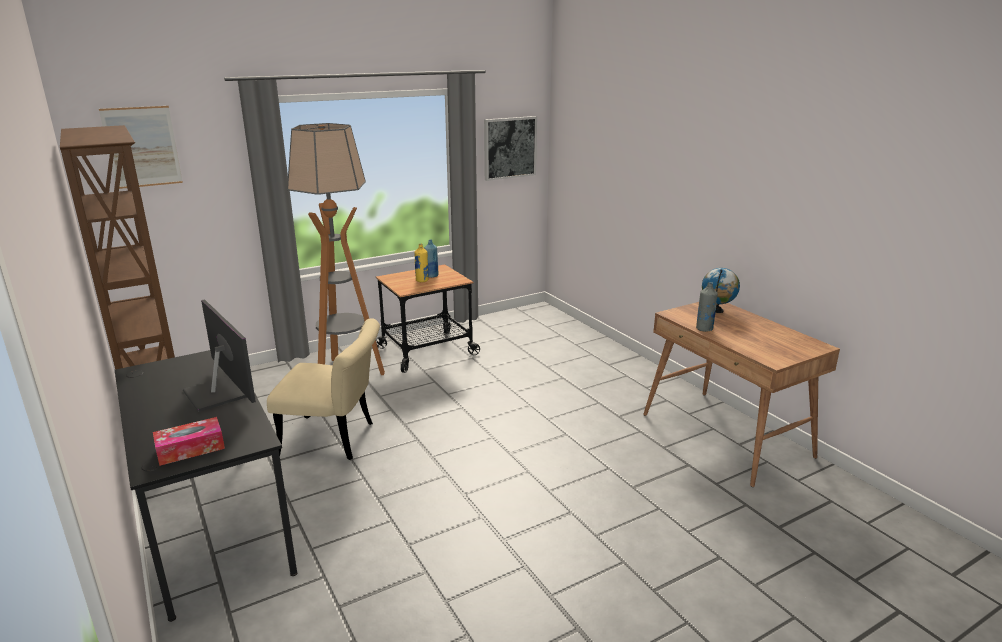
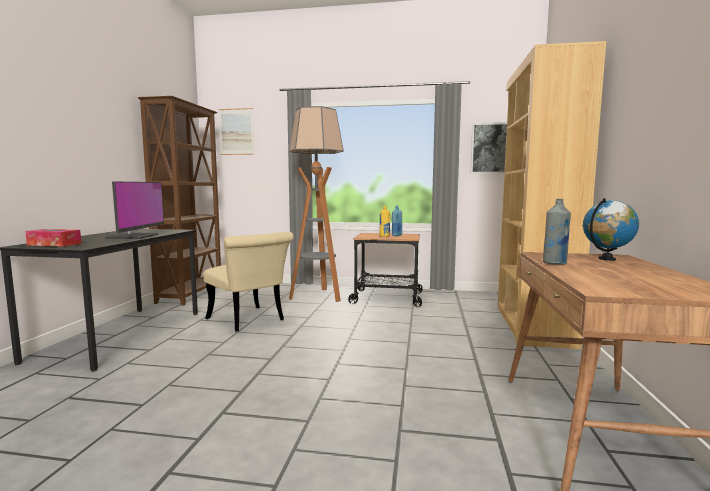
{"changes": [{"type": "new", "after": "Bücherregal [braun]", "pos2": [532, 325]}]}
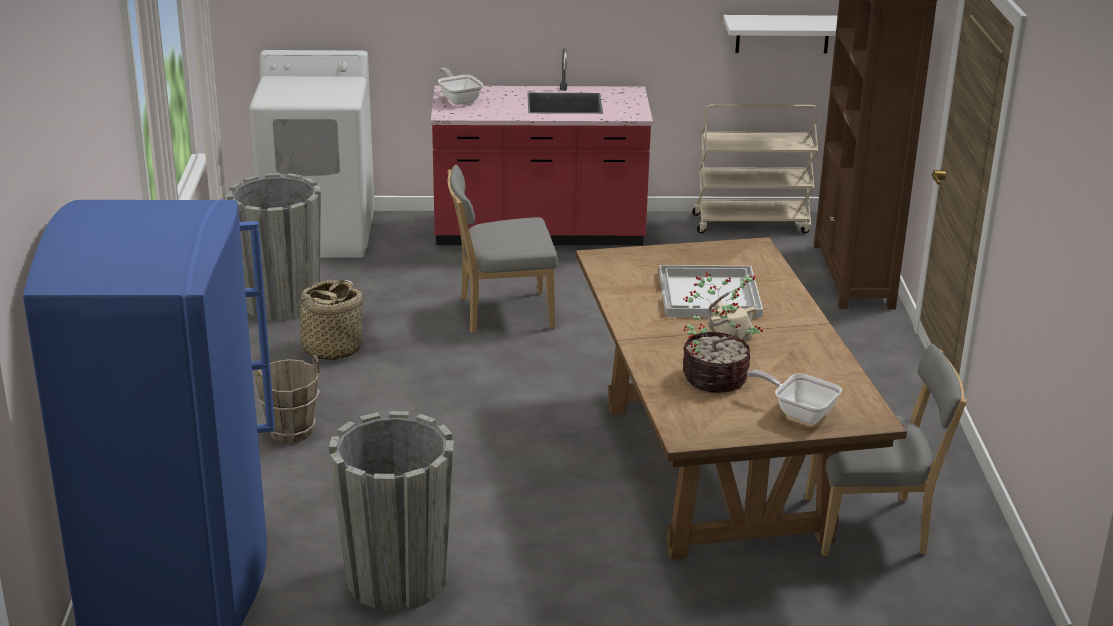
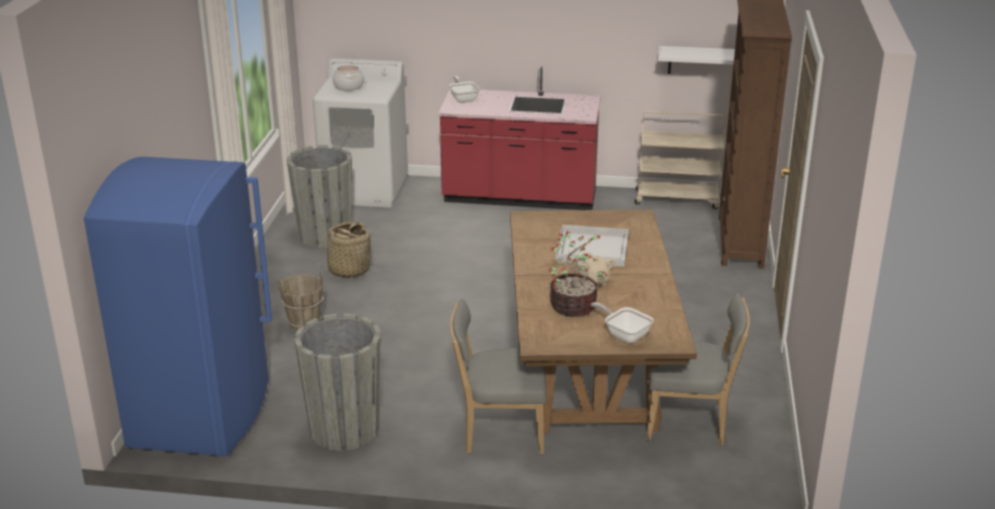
{"changes": [{"type": "new", "after": "Kochtopf", "pos2": [349, 86]}, {"type": "shifted", "before": "Stuhl [grau]", "pos1": [501, 313], "pos2": [499, 432]}]}
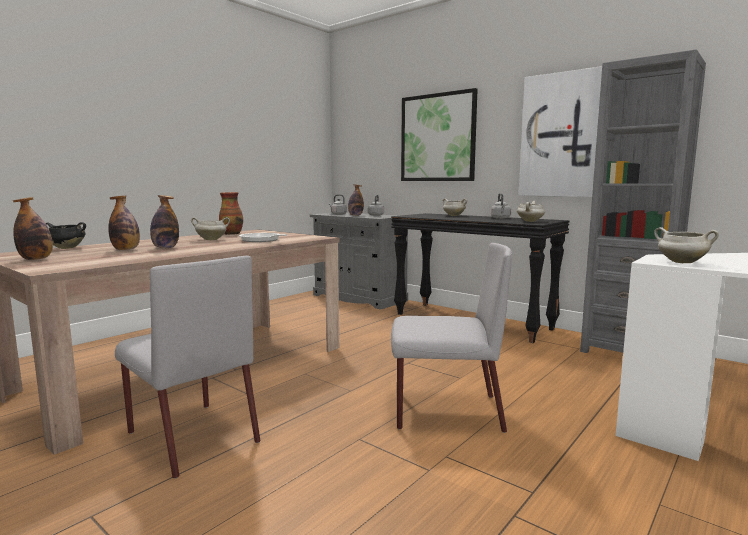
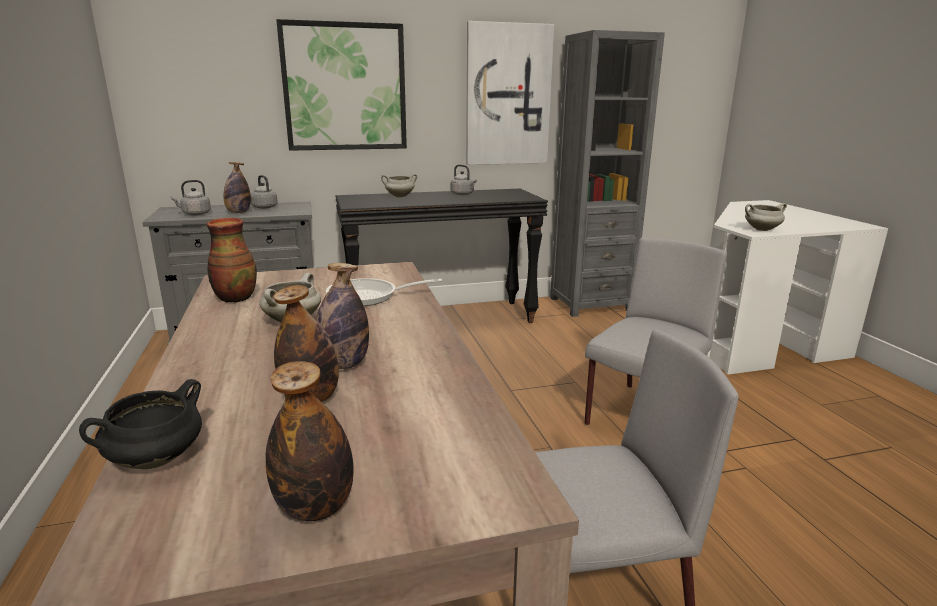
{"changes": [{"type": "gone", "before": "Kochtopf [weiß]", "pos1": [530, 221]}]}
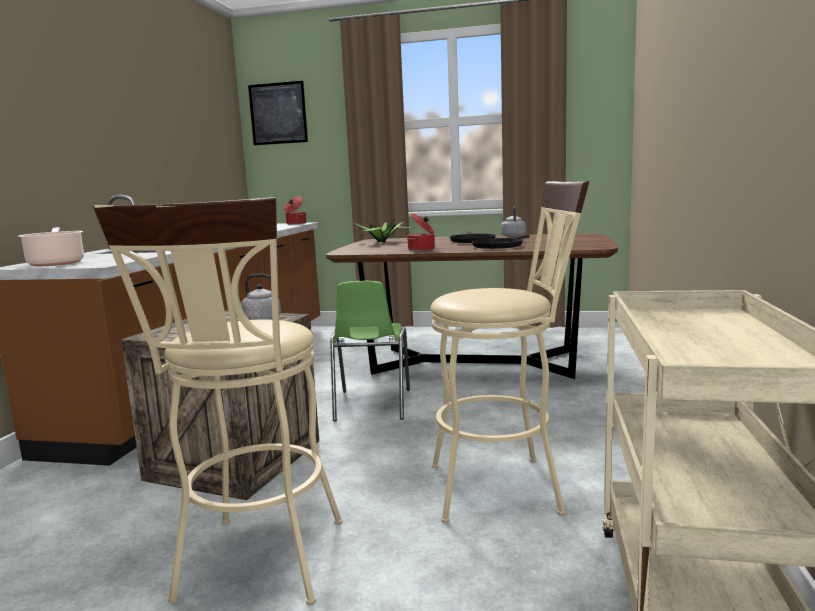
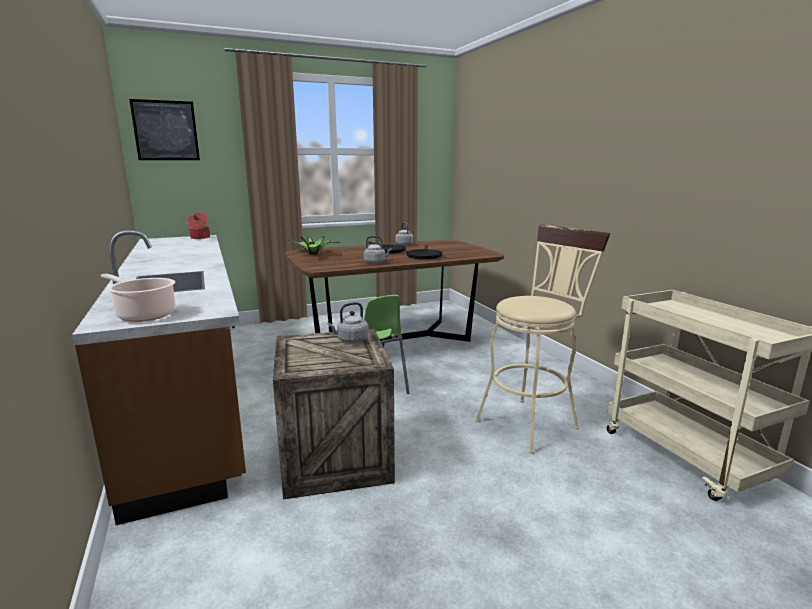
{"changes": [{"type": "swapped", "before": "Kochtopf", "after": "Wasserkessel [grau]", "pos1": [422, 249], "pos2": [376, 262]}, {"type": "gone", "before": "Hocker [beige]", "pos1": [259, 568]}]}
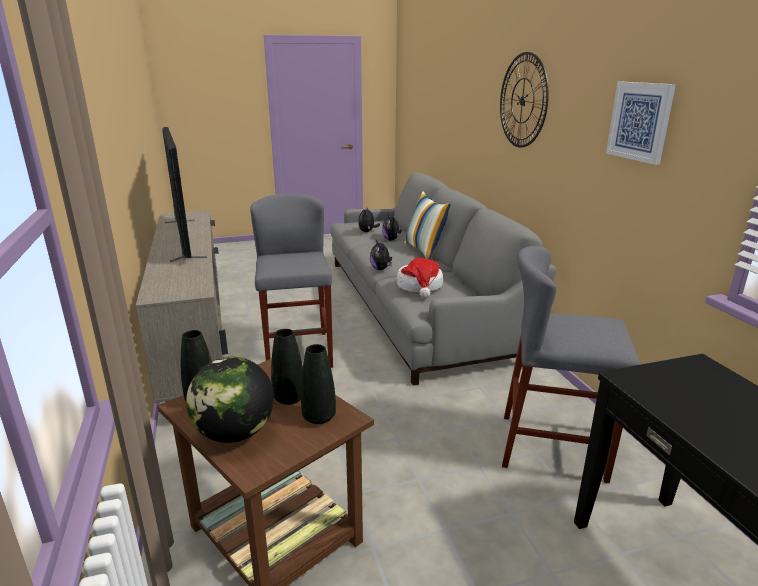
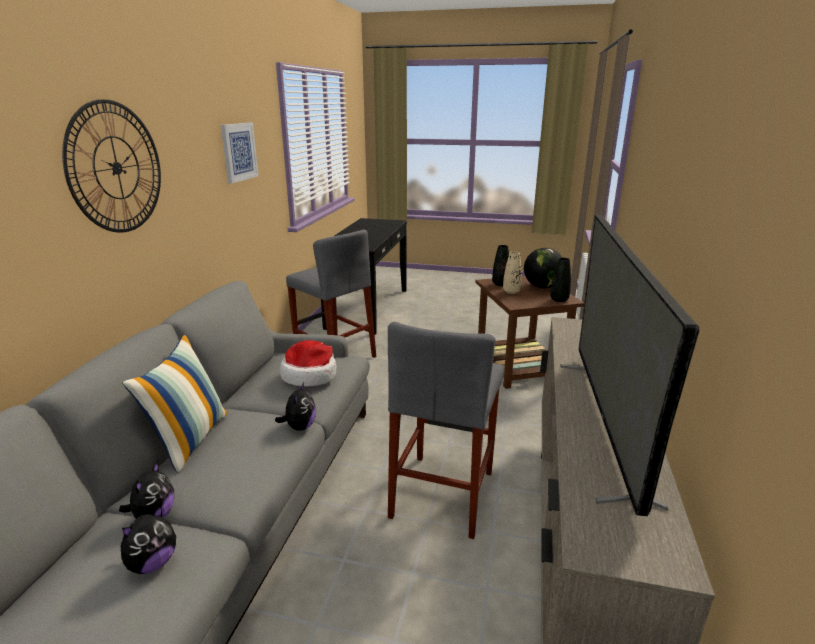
{"changes": [{"type": "repainted", "before": "Vase [schwarz]", "after": "Vase [beige]", "pos1": [289, 398], "pos2": [511, 292]}]}
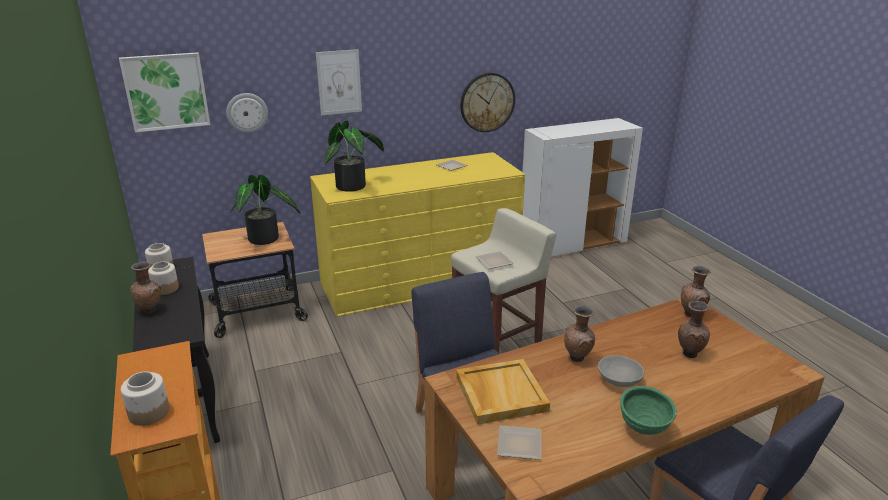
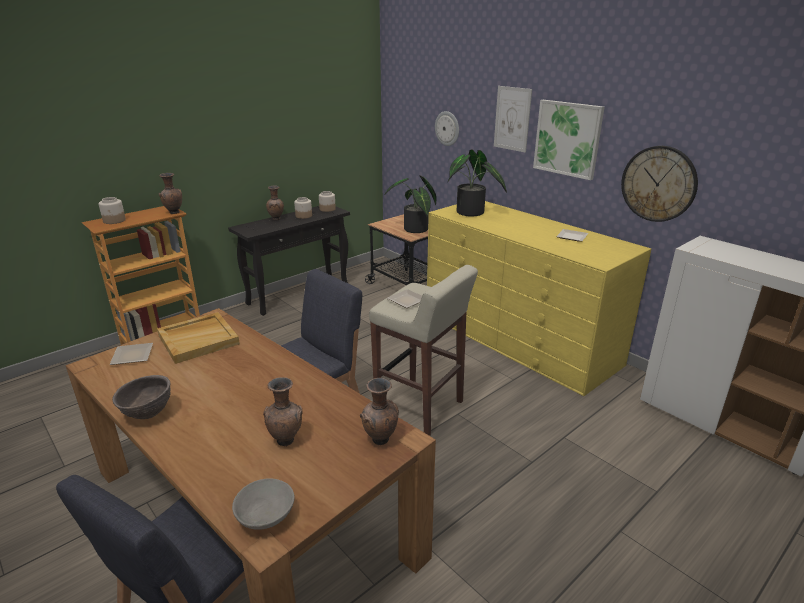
{"changes": [{"type": "repainted", "before": "Schüssel [grün]", "after": "Schüssel [braun]", "pos1": [643, 429], "pos2": [148, 414]}, {"type": "shifted", "before": "Vase [braun]", "pos1": [578, 359], "pos2": [174, 213]}, {"type": "shifted", "before": "Schüssel [grau]", "pos1": [619, 381], "pos2": [265, 516]}, {"type": "shifted", "before": "Bild", "pos1": [166, 92], "pos2": [567, 139]}]}
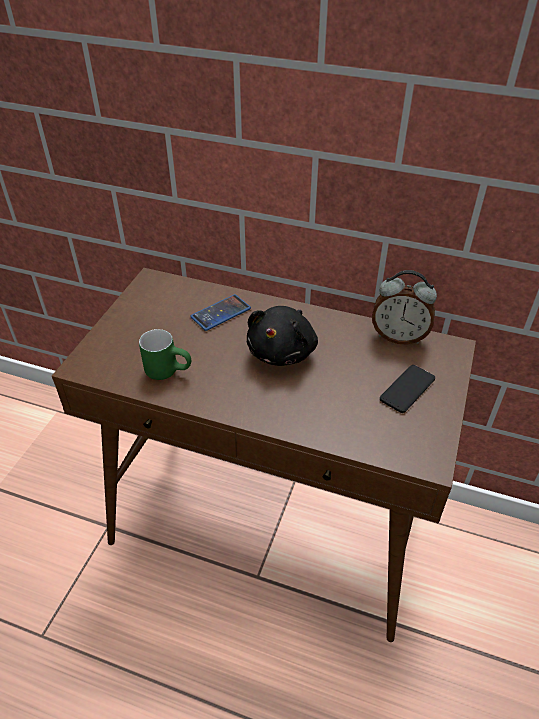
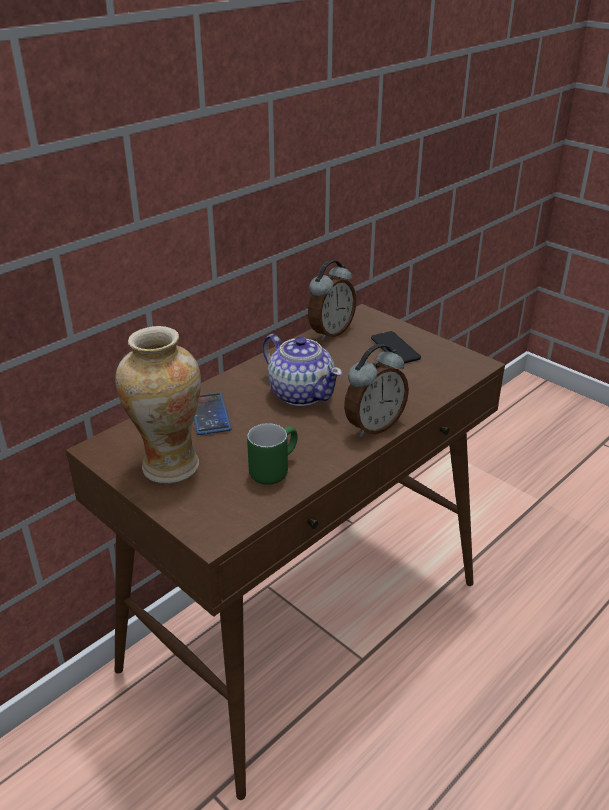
{"changes": [{"type": "new", "after": "Vase", "pos2": [169, 465]}, {"type": "swapped", "before": "Plüschtier [schwarz]", "after": "Teekanne", "pos1": [283, 351], "pos2": [301, 393]}, {"type": "new", "after": "Wecker", "pos2": [373, 426]}]}
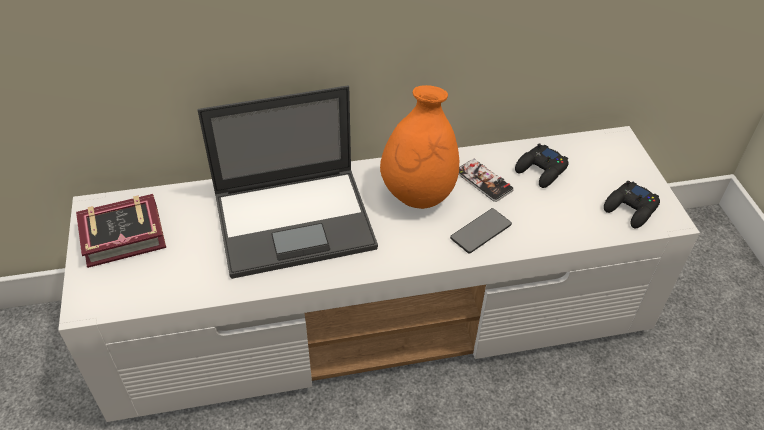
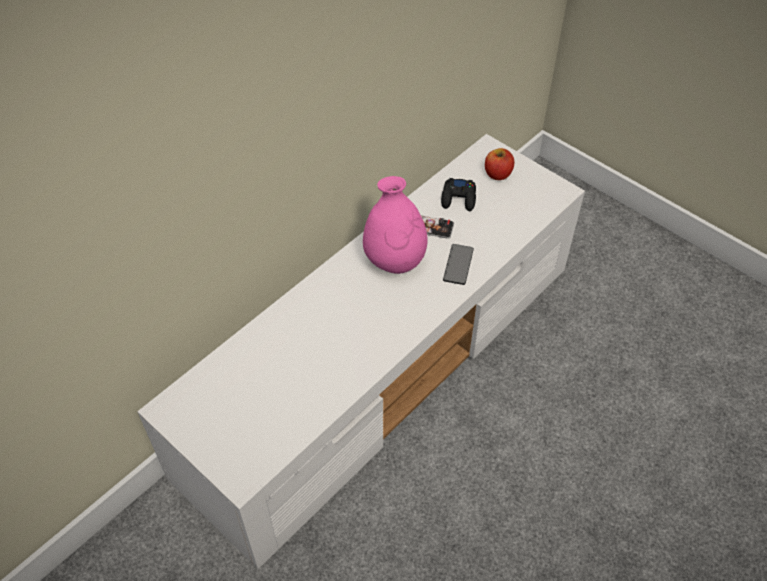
{"changes": [{"type": "repainted", "before": "Vase [orange]", "after": "Vase [rosa]", "pos1": [418, 194], "pos2": [395, 261]}, {"type": "new", "after": "Apfel", "pos2": [497, 174]}, {"type": "gone", "before": "Buch", "pos1": [127, 237]}, {"type": "gone", "before": "Laptop", "pos1": [296, 220]}, {"type": "gone", "before": "Gamepad [schwarz]", "pos1": [630, 209]}]}
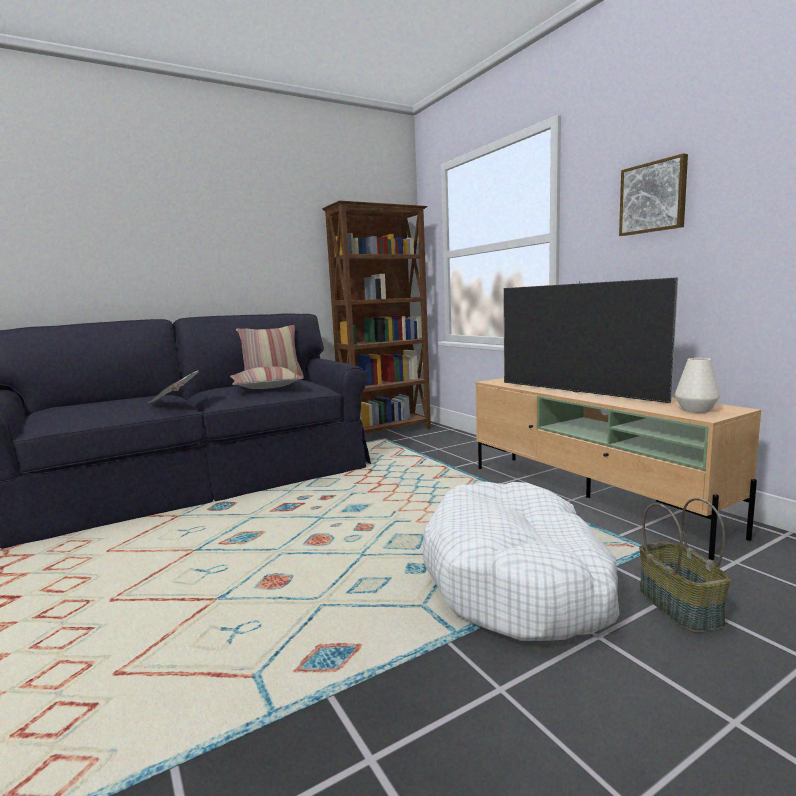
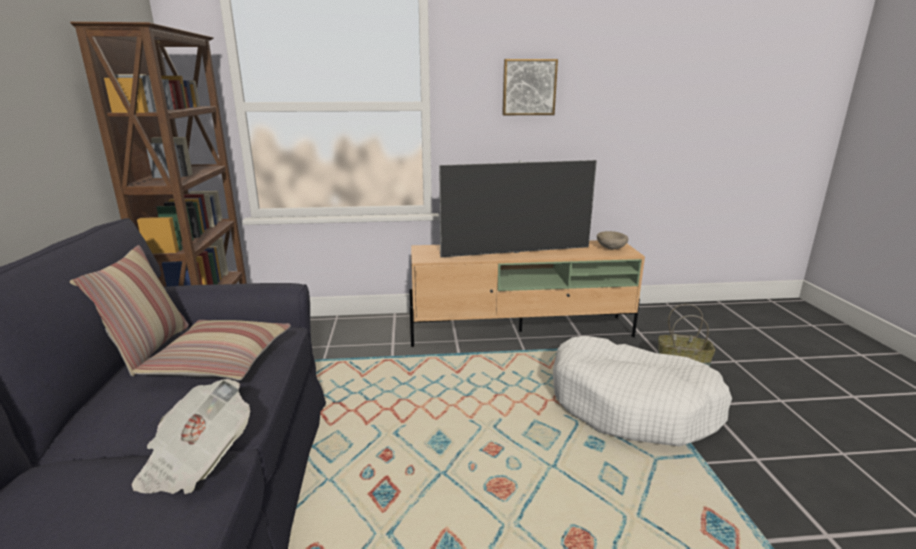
{"changes": [{"type": "swapped", "before": "Vase [weiß]", "after": "Schüssel [beige]", "pos1": [695, 410], "pos2": [610, 249]}]}
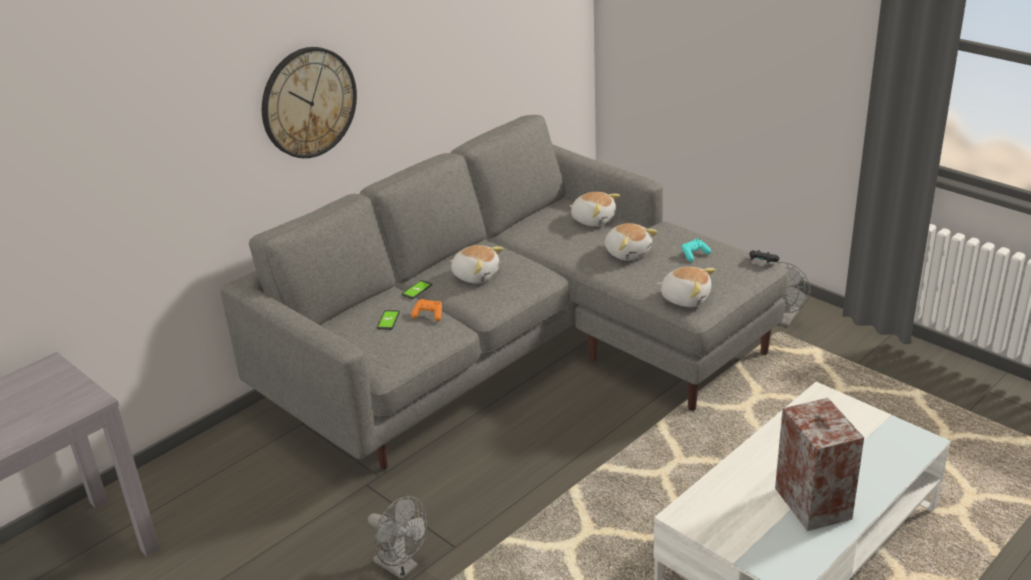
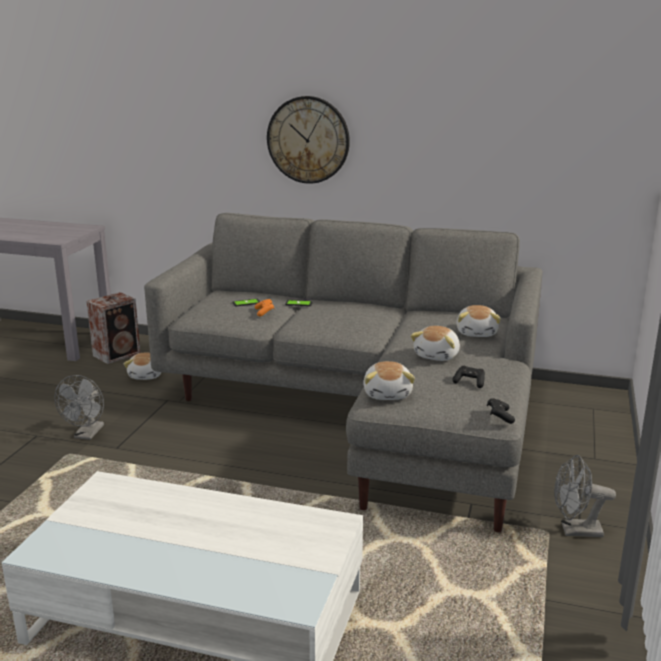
{"changes": [{"type": "shifted", "before": "Lautsprecher", "pos1": [812, 501], "pos2": [118, 354]}, {"type": "shifted", "before": "Plüschtier", "pos1": [476, 275], "pos2": [147, 375]}, {"type": "repainted", "before": "Gamepad [türkis]", "after": "Gamepad [schwarz]", "pos1": [694, 255], "pos2": [469, 382]}]}
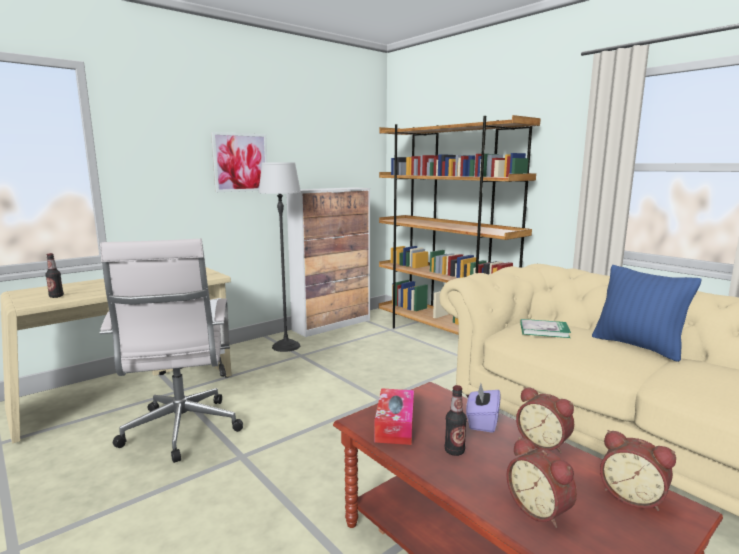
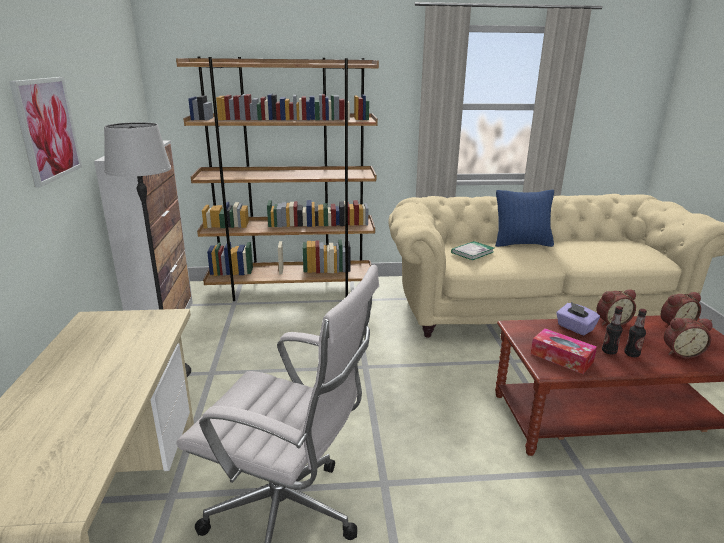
{"changes": [{"type": "shifted", "before": "Flasche", "pos1": [56, 296], "pos2": [631, 354]}]}
